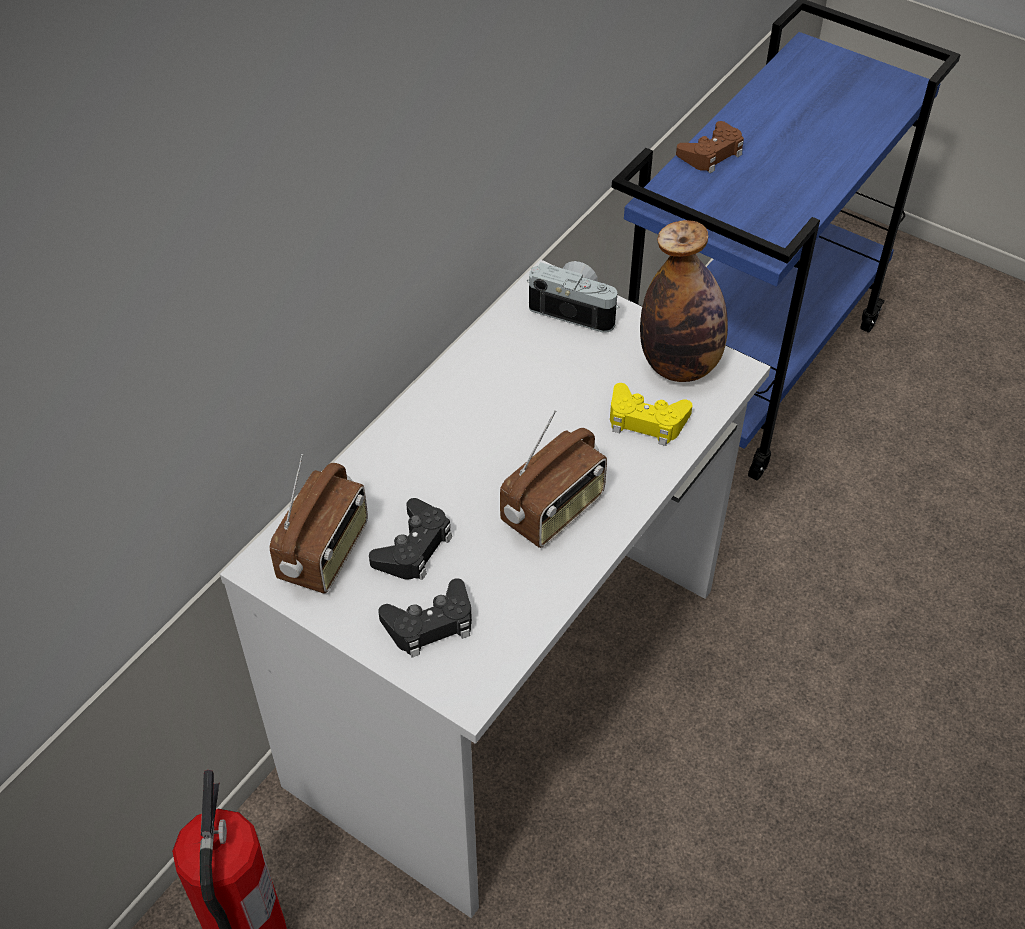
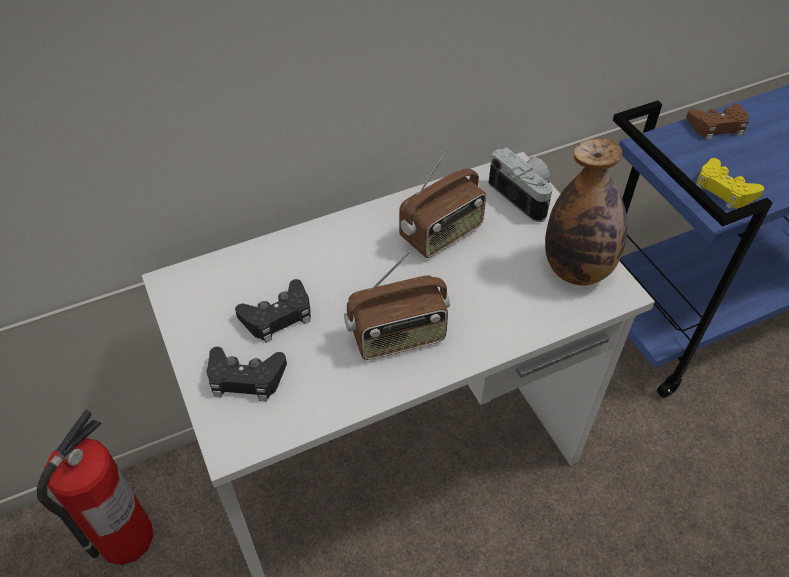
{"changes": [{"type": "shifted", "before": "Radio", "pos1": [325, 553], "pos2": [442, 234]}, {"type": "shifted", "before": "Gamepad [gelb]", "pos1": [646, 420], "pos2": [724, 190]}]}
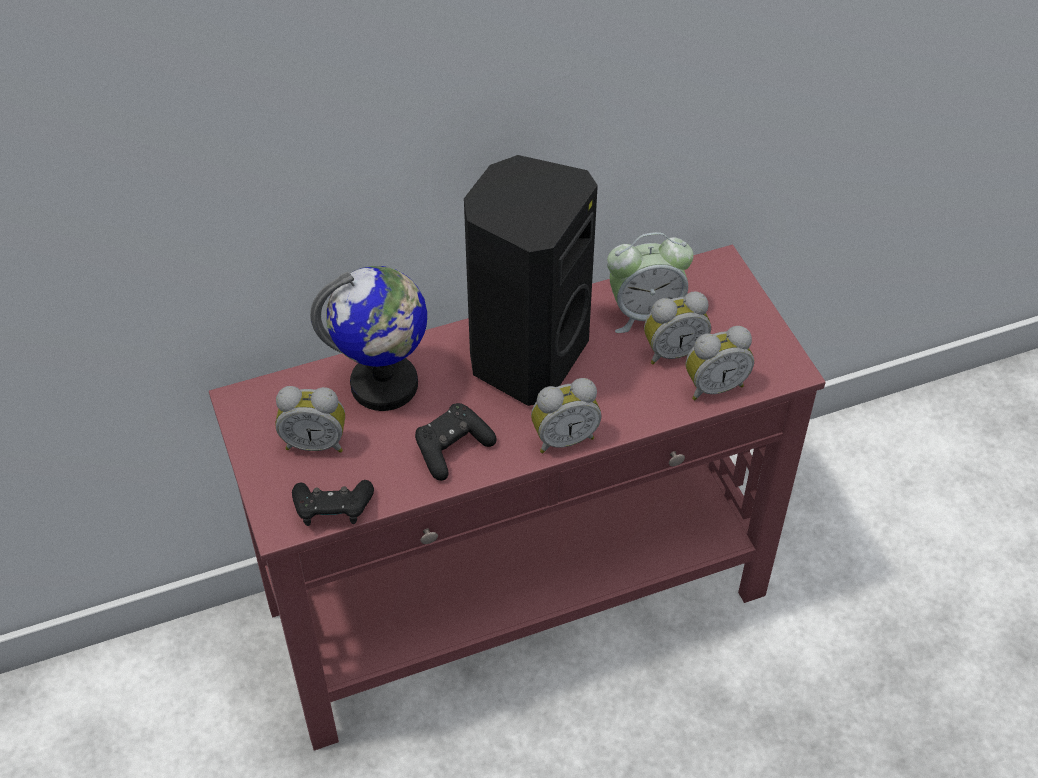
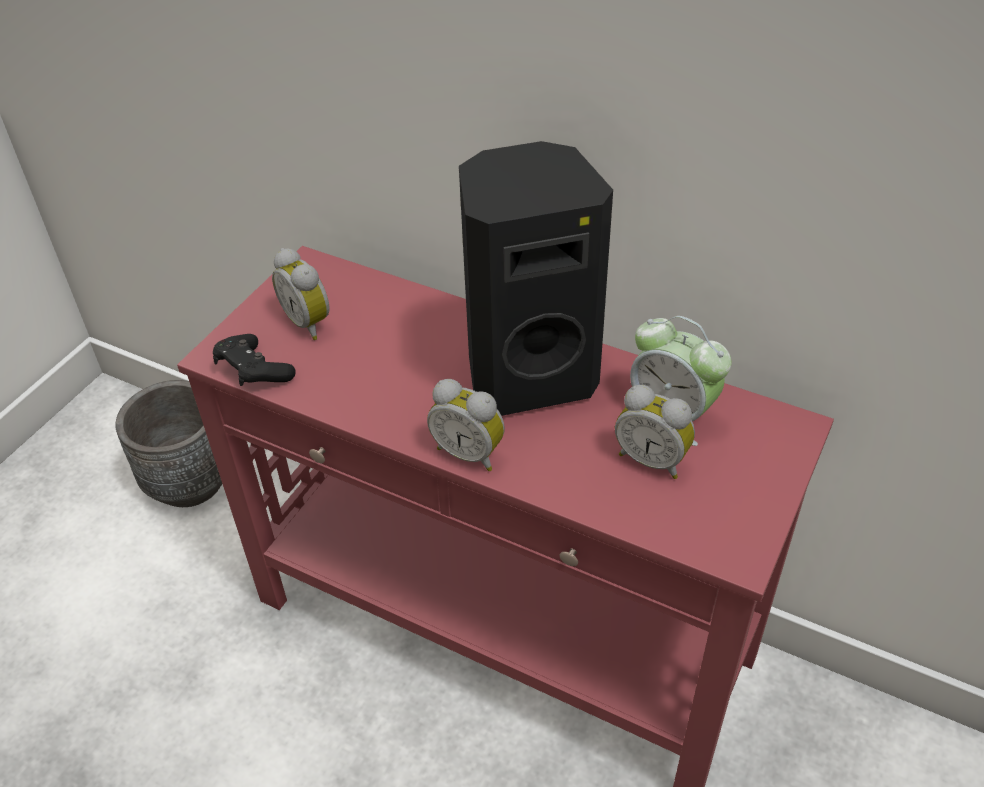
{"changes": [{"type": "new", "after": "Pflanzkübel [grau]", "pos2": [190, 482]}, {"type": "gone", "before": "Globus", "pos1": [385, 385]}, {"type": "gone", "before": "Gamepad [schwarz]", "pos1": [452, 449]}, {"type": "gone", "before": "Wecker", "pos1": [713, 385]}]}
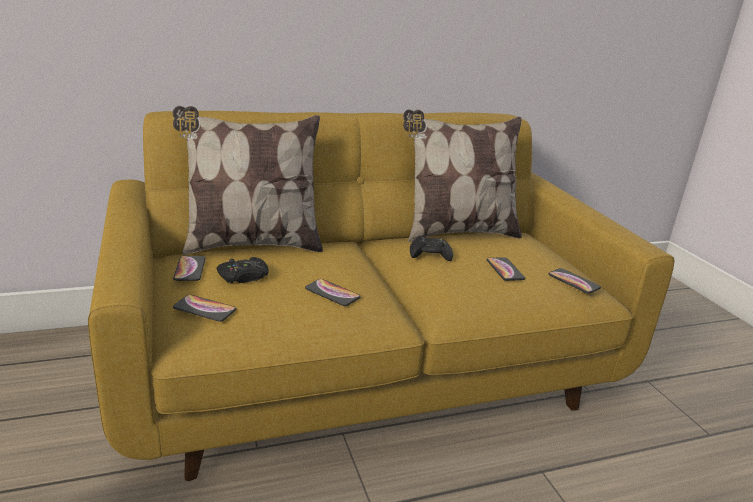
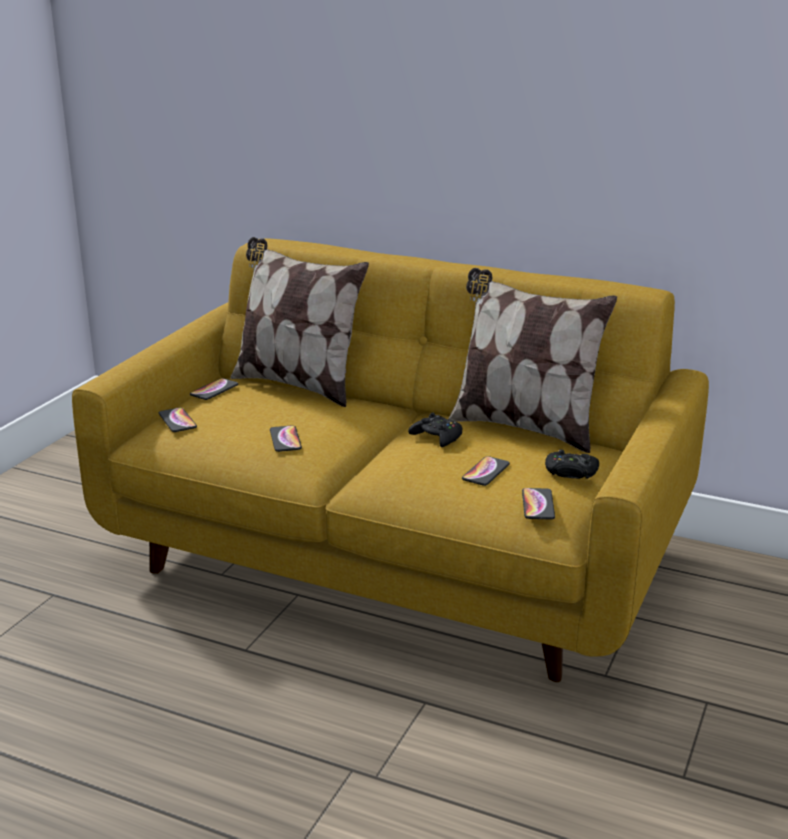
{"changes": [{"type": "shifted", "before": "Gamepad [schwarz]", "pos1": [244, 276], "pos2": [571, 472]}]}
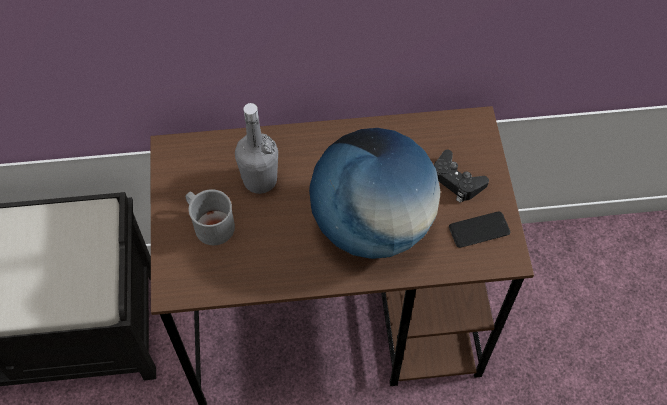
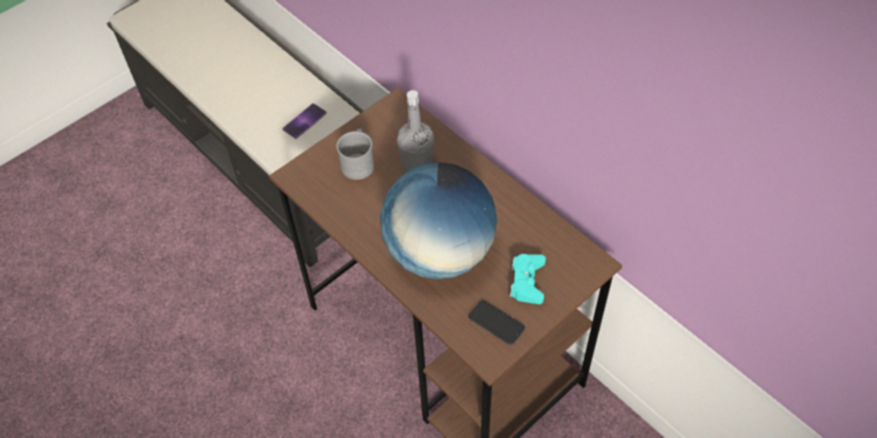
{"changes": [{"type": "new", "after": "Handy", "pos2": [304, 121]}, {"type": "repainted", "before": "Gamepad [schwarz]", "after": "Gamepad [türkis]", "pos1": [456, 180], "pos2": [527, 282]}]}
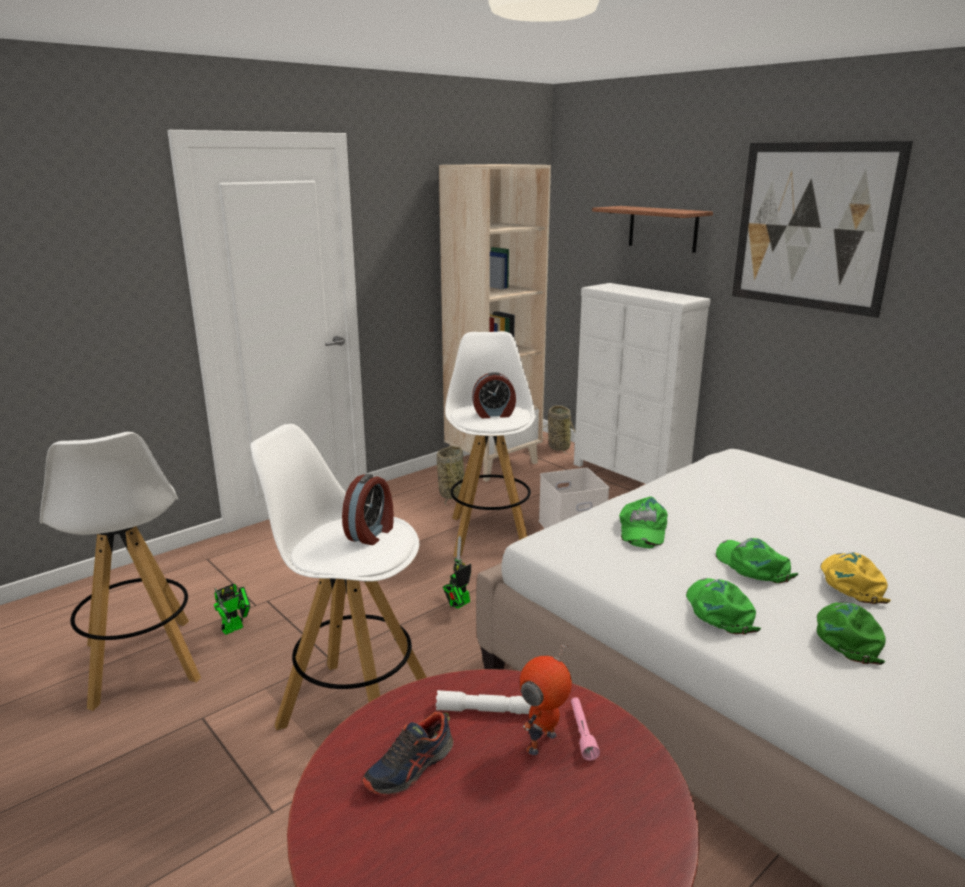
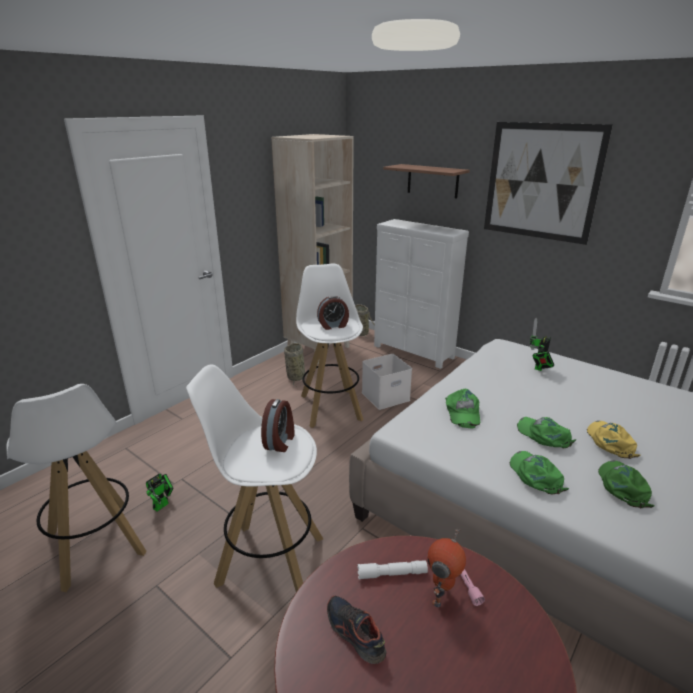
{"changes": [{"type": "rotated", "before": "Schuh", "pos1": [410, 768], "pos2": [354, 633], "turn": 105}, {"type": "shifted", "before": "Spielzeugroboter", "pos1": [458, 605], "pos2": [538, 368]}]}
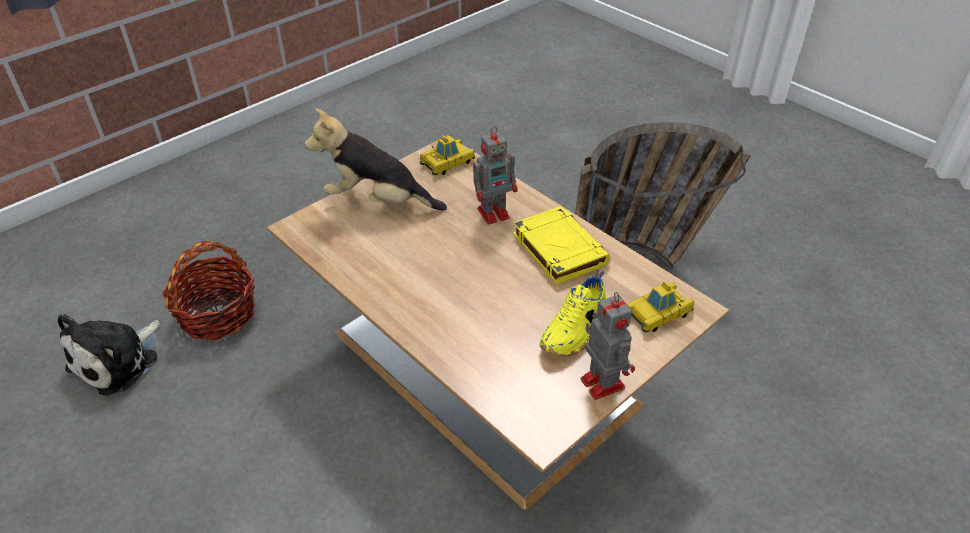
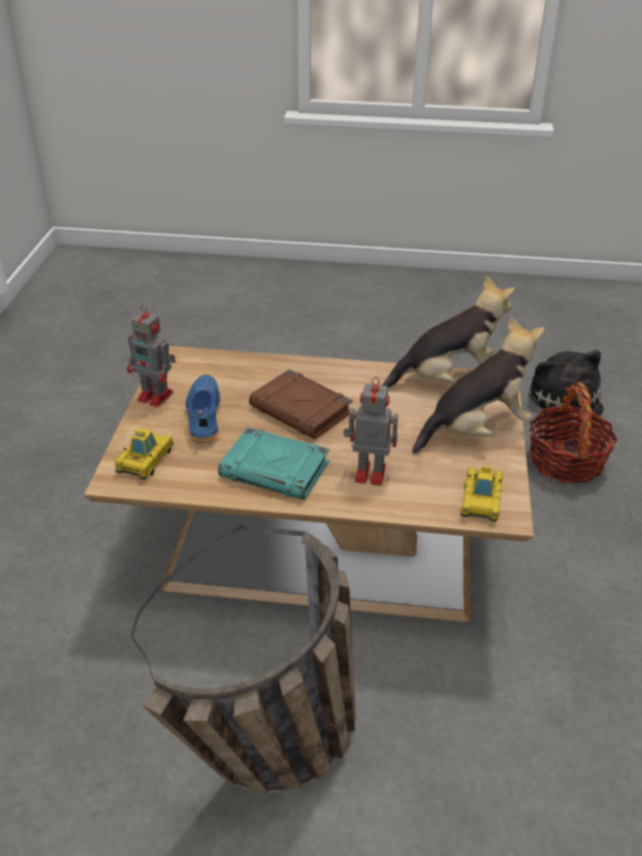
{"changes": [{"type": "repainted", "before": "Schuh [gelb]", "after": "Schuh [blau]", "pos1": [575, 330], "pos2": [203, 417]}, {"type": "repainted", "before": "Buch [gelb]", "after": "Buch [türkis]", "pos1": [558, 249], "pos2": [276, 470]}, {"type": "new", "after": "Buch [braun]", "pos2": [302, 410]}, {"type": "rotated", "before": "Spielzeugroboter", "pos1": [495, 212], "pos2": [368, 473], "turn": 75}, {"type": "new", "after": "Plüschtier", "pos2": [448, 379]}]}
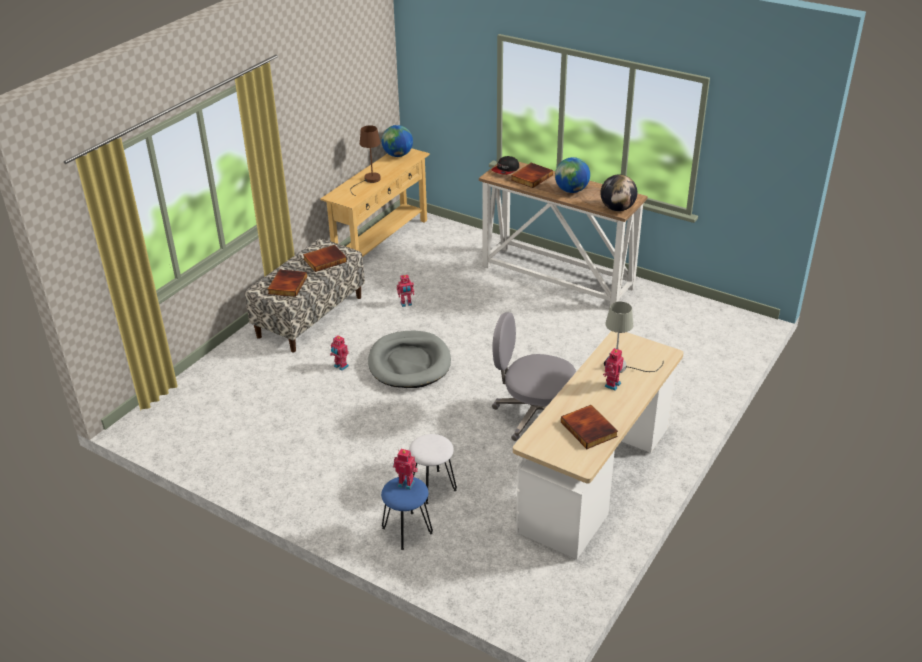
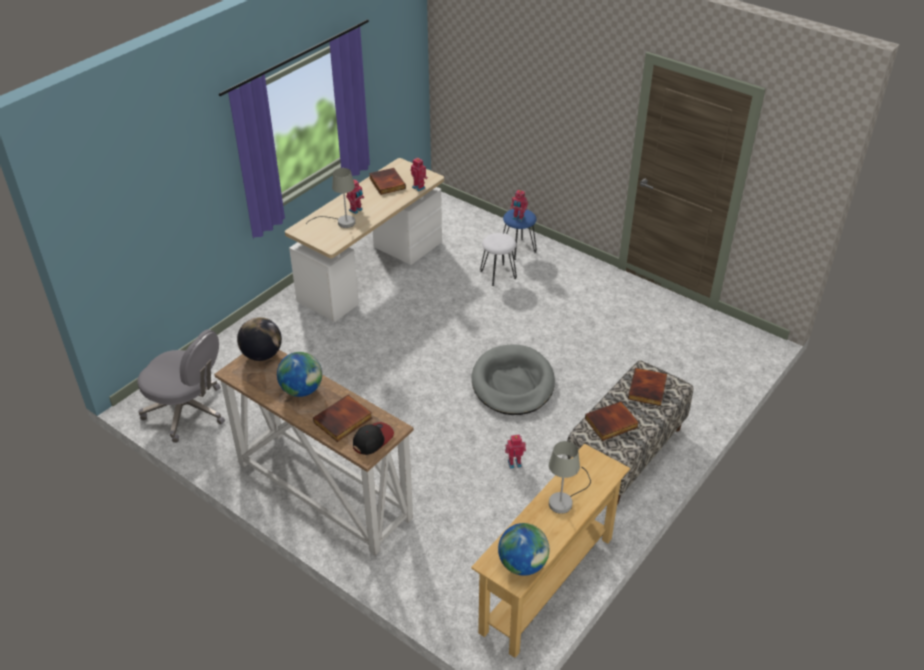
{"changes": [{"type": "shifted", "before": "Bürostuhl [grau]", "pos1": [534, 415], "pos2": [188, 411]}, {"type": "shifted", "before": "Spielzeugroboter", "pos1": [340, 366], "pos2": [419, 187]}, {"type": "repainted", "before": "Tischlampe [braun]", "after": "Tischlampe [grau]", "pos1": [369, 181], "pos2": [565, 499]}]}
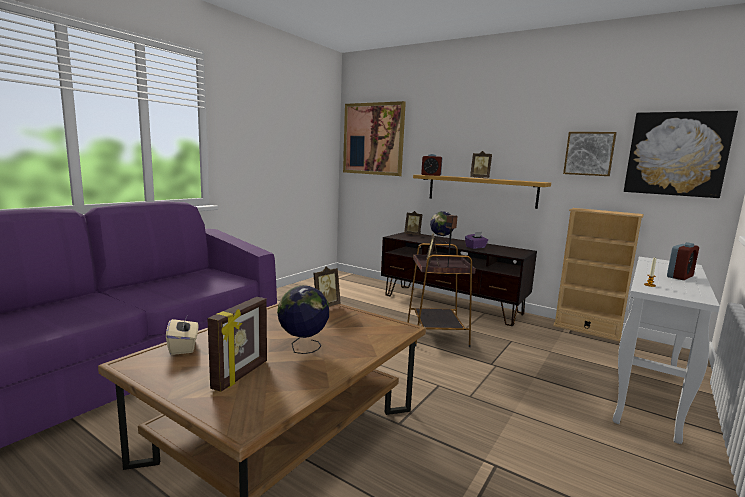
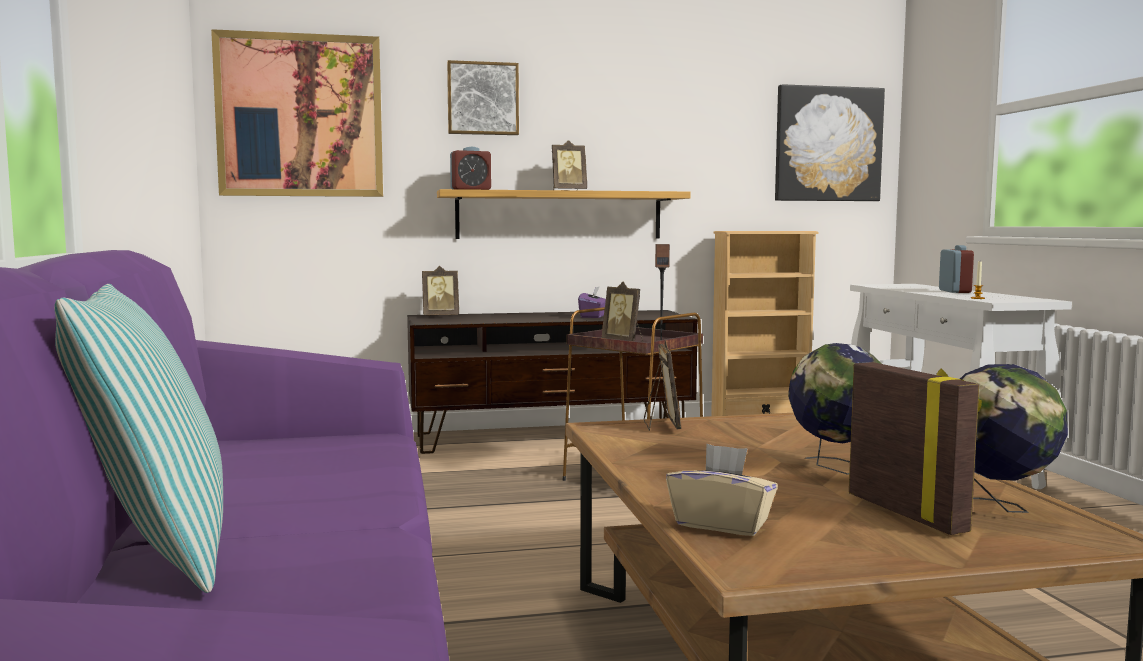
{"changes": [{"type": "new", "after": "Kissen", "pos2": [156, 548]}, {"type": "shifted", "before": "Bild", "pos1": [589, 153], "pos2": [482, 99]}, {"type": "shifted", "before": "Globus", "pos1": [441, 242], "pos2": [997, 509]}]}
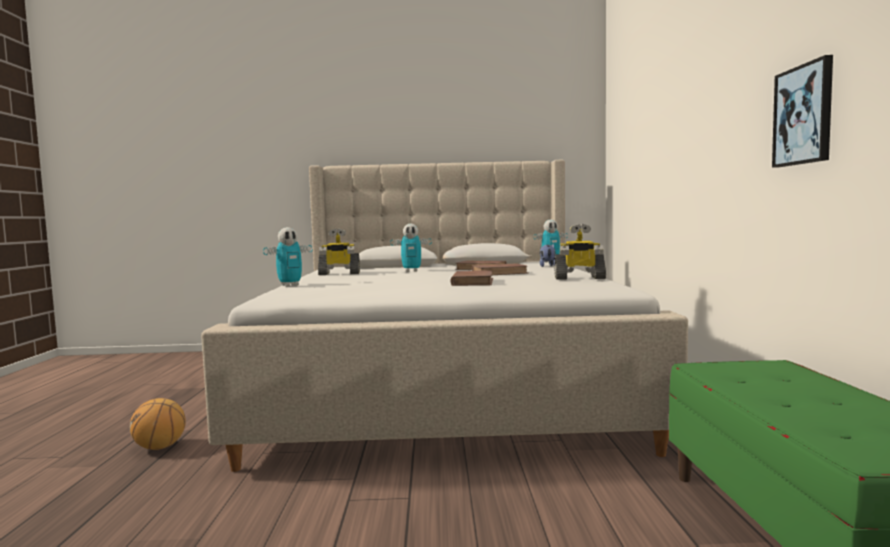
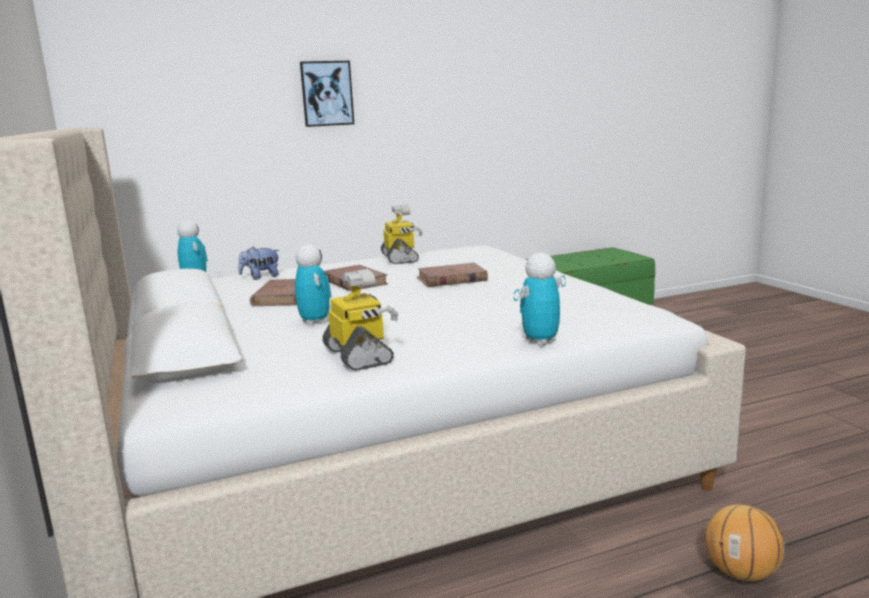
{"changes": [{"type": "shifted", "before": "Bild", "pos1": [804, 115], "pos2": [327, 93]}, {"type": "rotated", "before": "Spielzeugroboter", "pos1": [290, 285], "pos2": [540, 341], "turn": -75}]}
